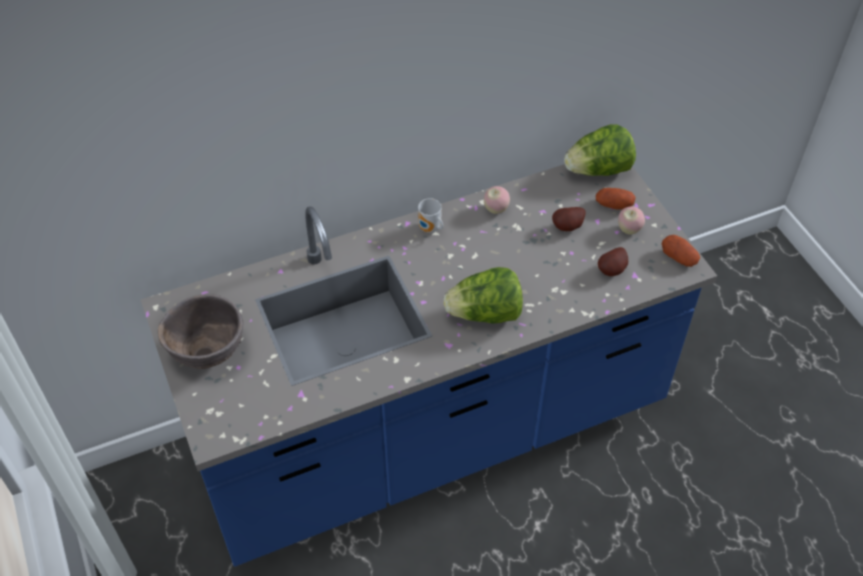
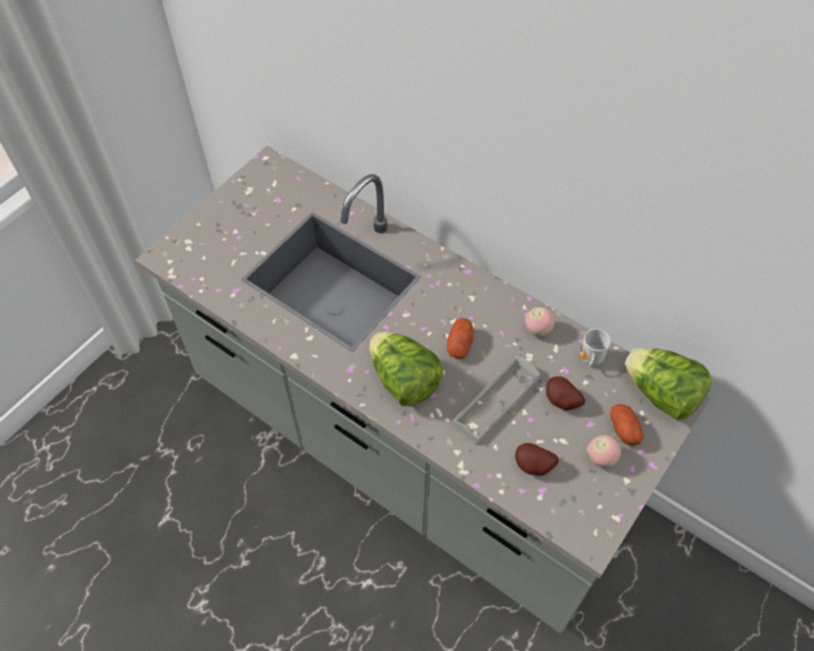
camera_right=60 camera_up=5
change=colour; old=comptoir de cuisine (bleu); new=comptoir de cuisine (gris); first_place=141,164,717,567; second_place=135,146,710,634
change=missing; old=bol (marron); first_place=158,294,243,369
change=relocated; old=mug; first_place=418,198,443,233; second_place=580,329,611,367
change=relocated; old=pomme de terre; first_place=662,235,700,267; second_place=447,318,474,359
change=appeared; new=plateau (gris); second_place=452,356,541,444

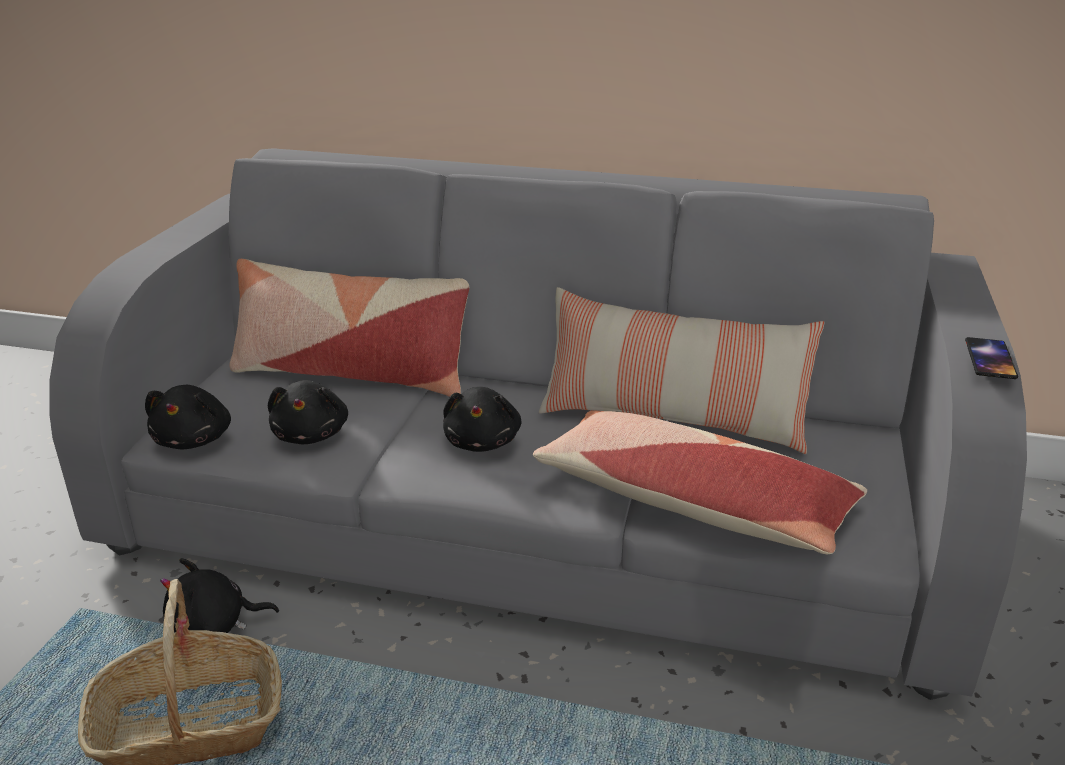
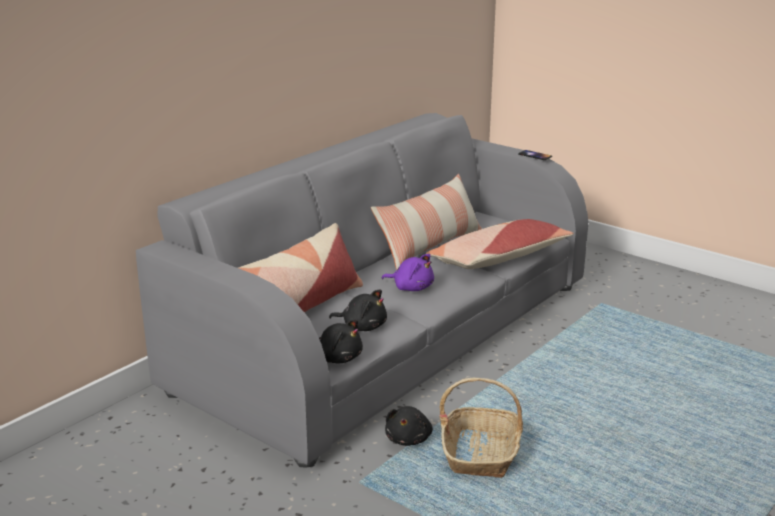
camera_right=-65 camera_up=-5
change=colour; old=peluche (noir); new=peluche (violet); first_place=443,387,521,452; second_place=382,254,434,291

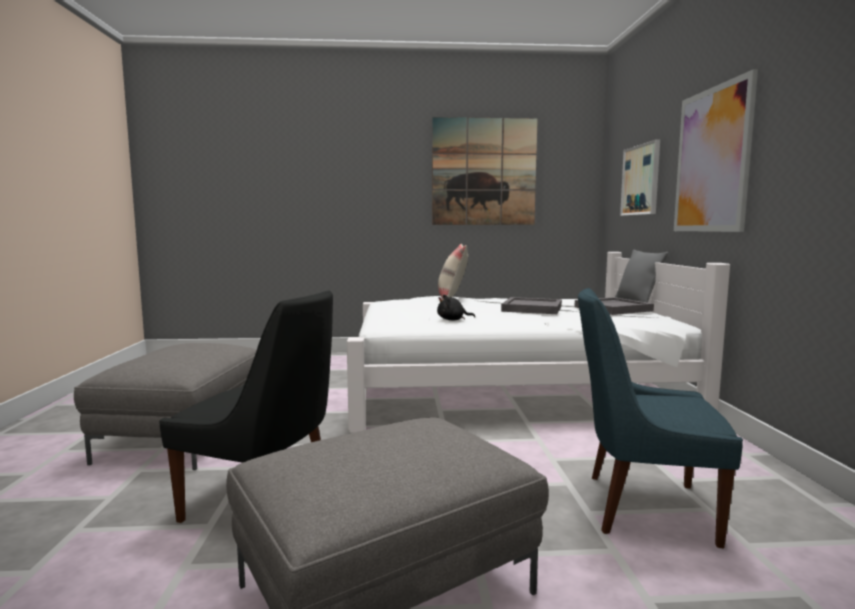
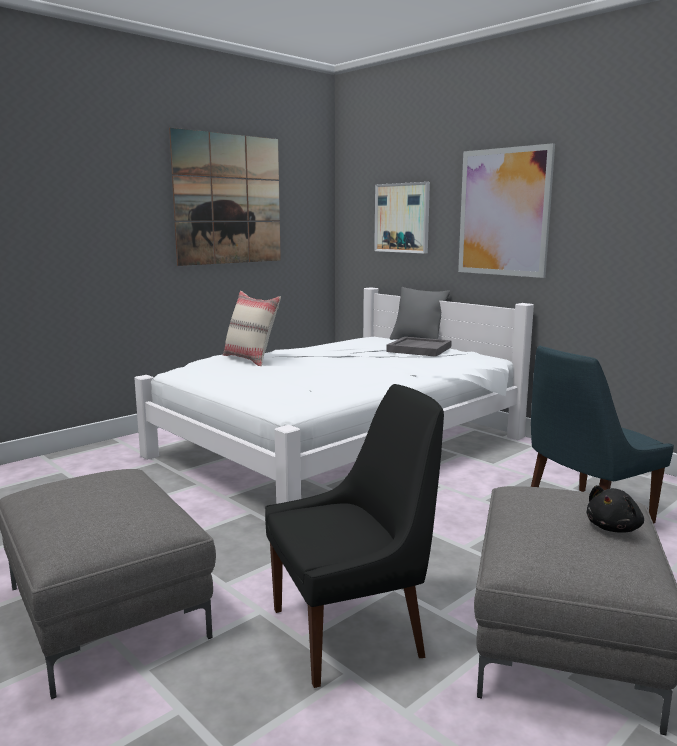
camera_right=-40 camera_up=5
change=relocated; old=peluche (noir); first_place=437,295,475,320; second_place=586,485,644,533
change=missing; old=plateau (gris); first_place=501,297,562,314

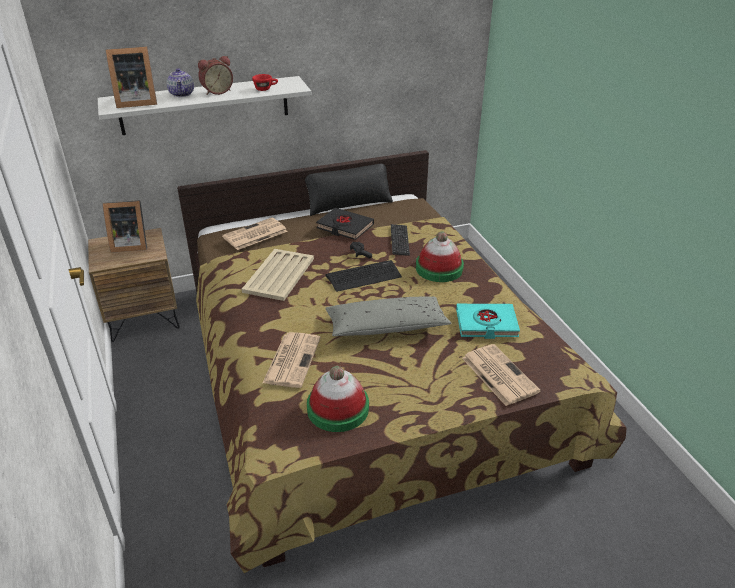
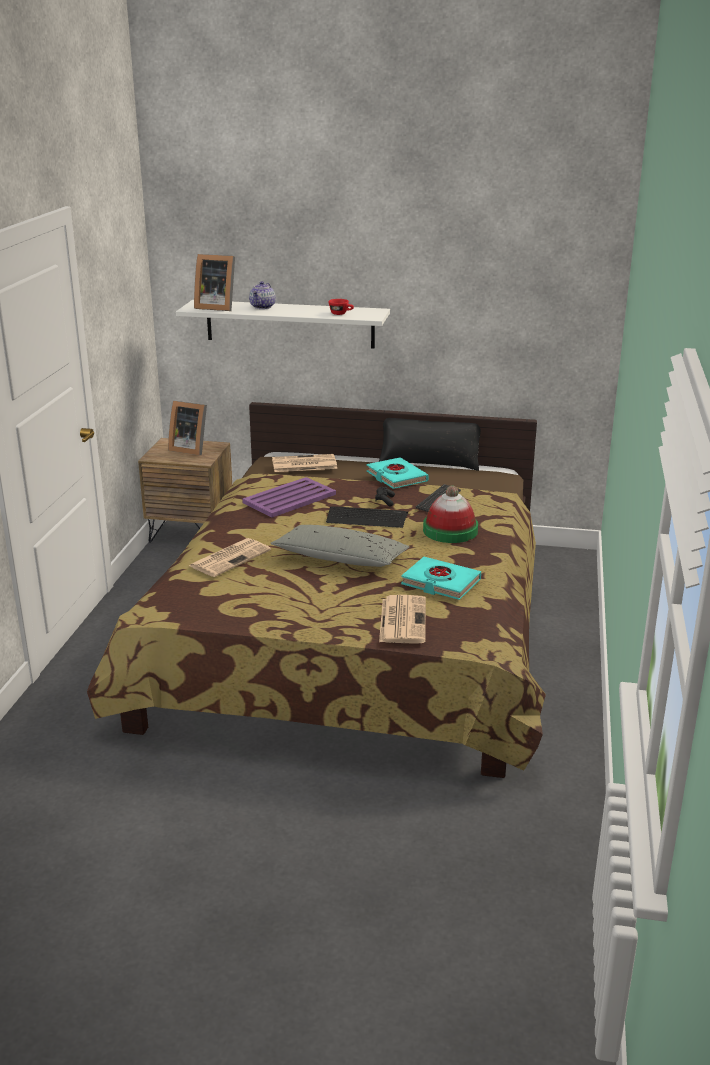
camera_right=30 camera_up=-10
change=missing; old=réveil; first_place=198,56,233,95
change=colour; old=plateau (beige); new=plateau (violet); first_place=242,249,314,301; second_place=242,477,336,518
change=missing; old=chapeau; first_place=307,366,369,432
change=colour; old=livre (noir); new=livre (turquoise); first_place=316,208,374,240; second_place=367,457,429,489

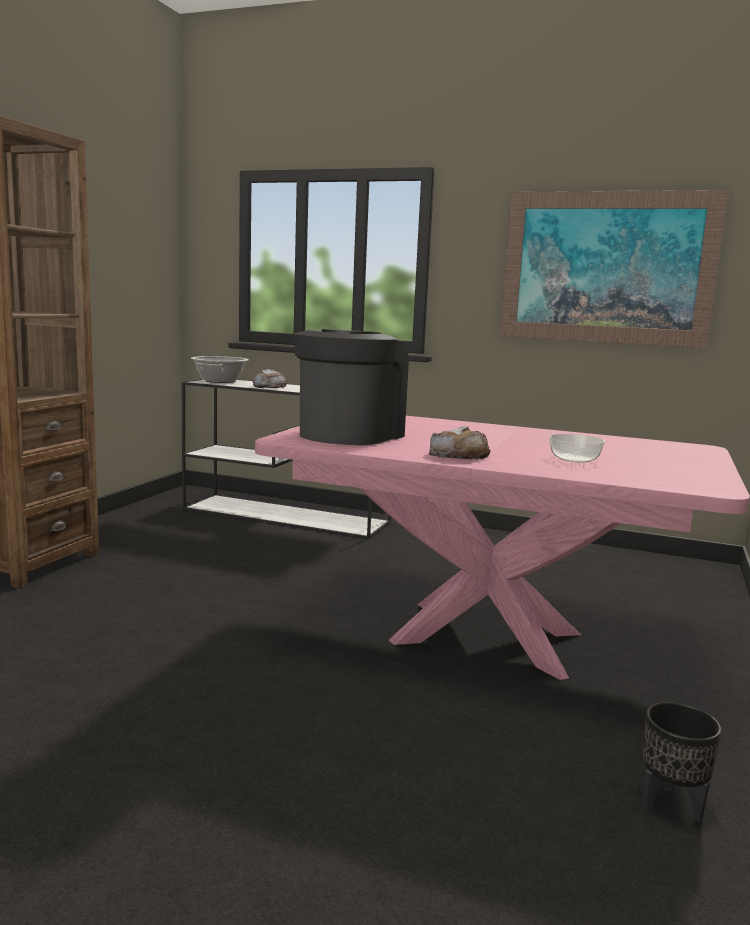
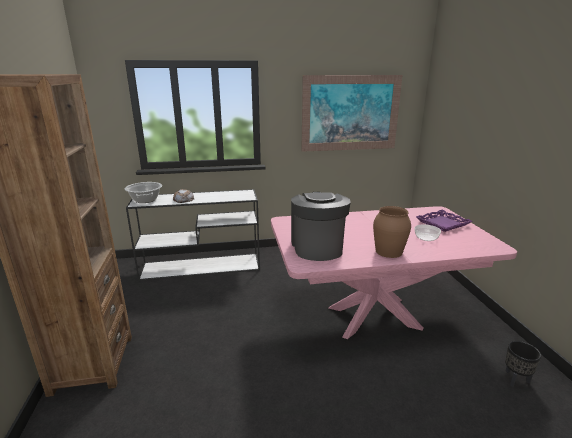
camera_right=-30 camera_up=10
change=exchanged; old=pain; new=vase (marron); first_place=429,426,490,460; second_place=373,206,411,258
change=appeared; new=plateau (violet); second_place=416,210,472,232

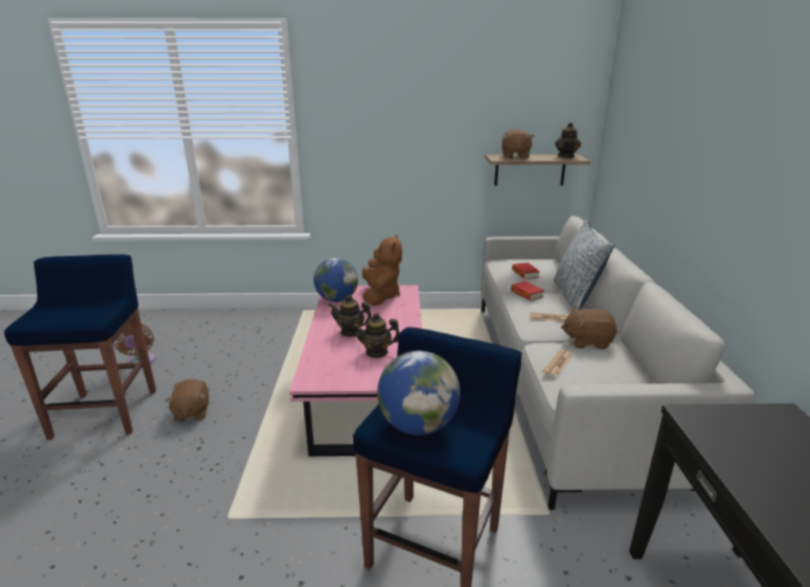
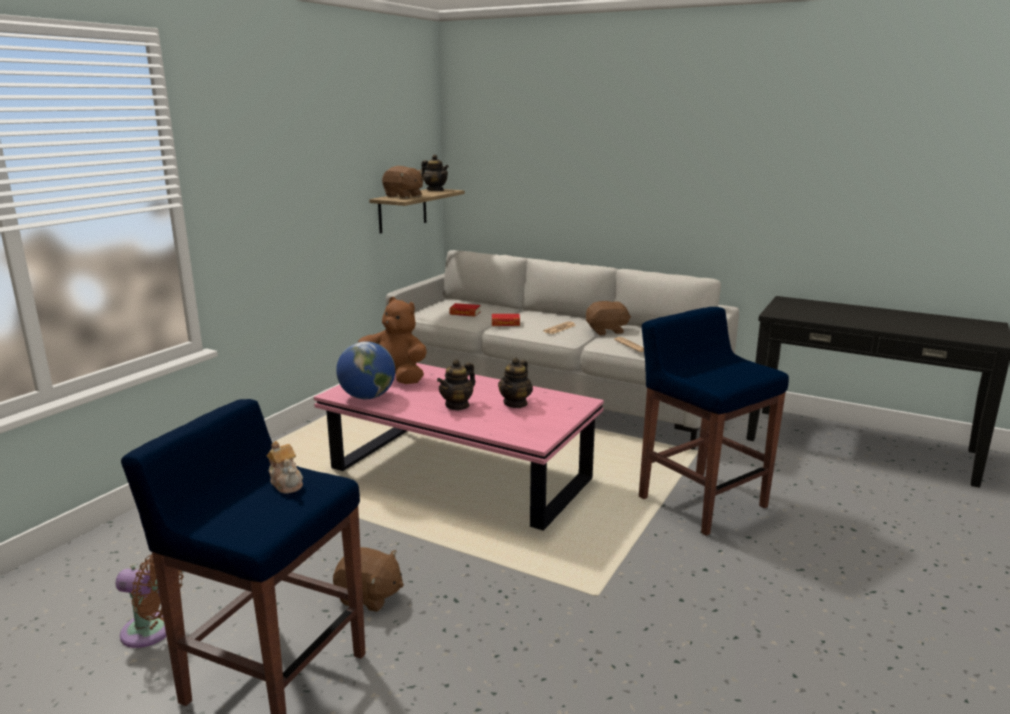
camera_right=-60 camera_up=-5
change=missing; old=globe; first_place=377,351,460,435
change=missing; old=coussin; first_place=554,220,615,310
change=spun; old=peluche (marron); first_place=561,307,617,349; second_place=586,301,631,335; degrees=-135
change=appeared; new=théière; second_place=266,441,303,494

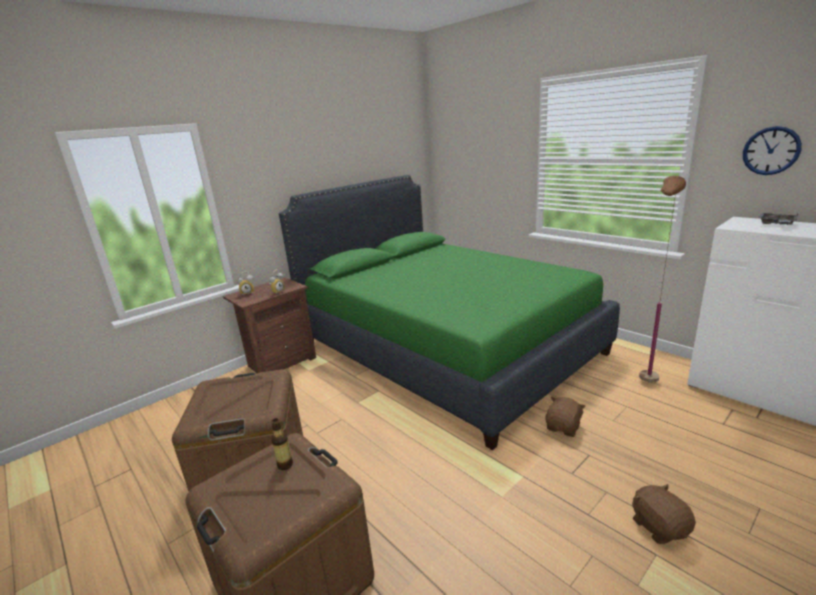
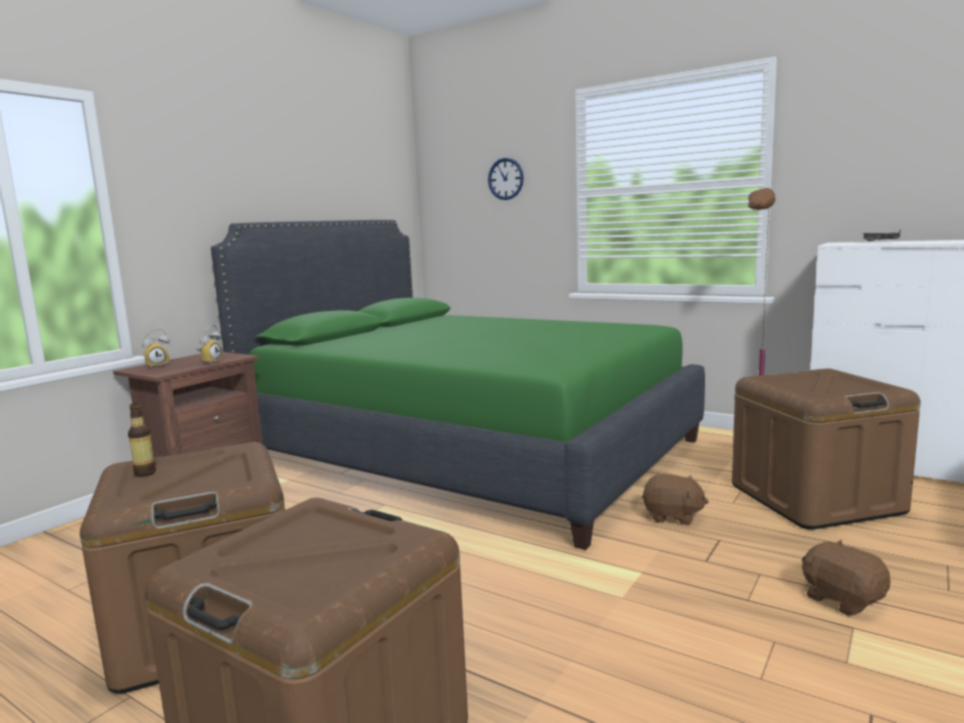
camera_right=-15 camera_up=-10
change=relocated; old=bouteille; first_place=271,418,293,470; second_place=128,403,156,477
change=spun; old=peluche (marron); first_place=545,396,586,437; second_place=642,474,709,525; degrees=90
change=relocated; old=horloge murale; first_place=743,126,802,175; second_place=488,158,524,200
change=appeared; new=boîte de rangement (marron); second_place=732,368,921,530

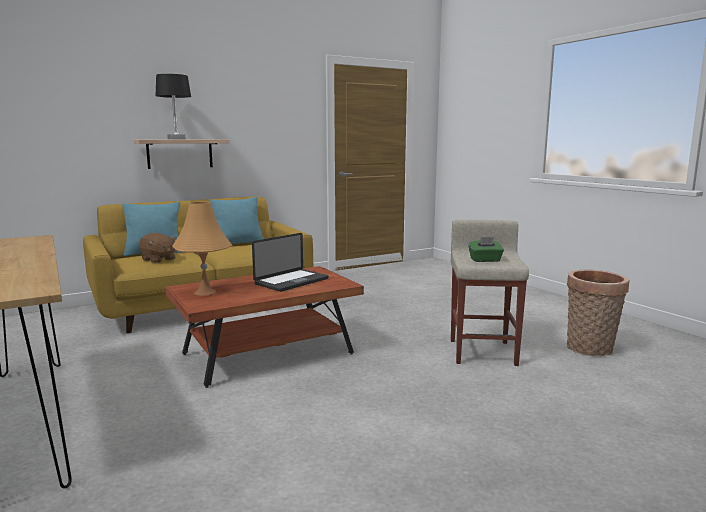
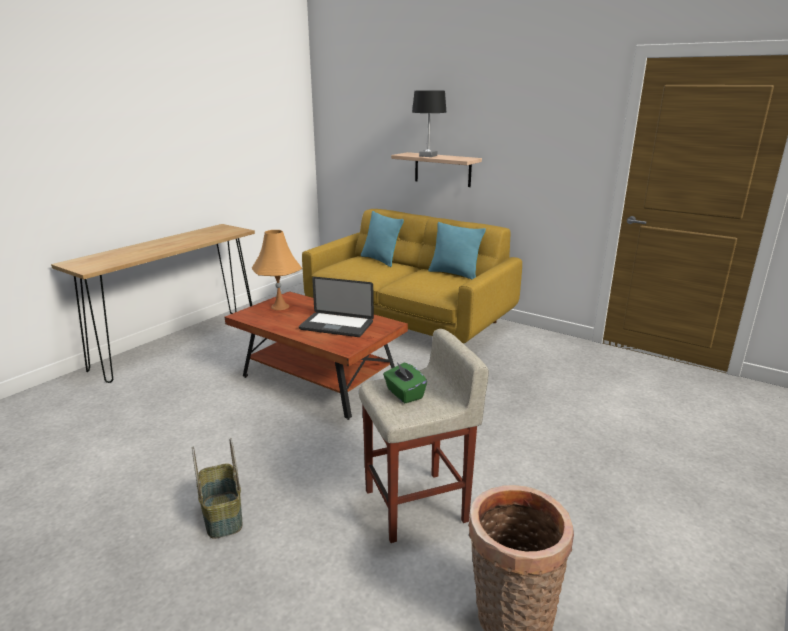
camera_right=65 camera_up=10
change=missing; old=peluche (marron); first_place=139,233,177,263
change=appeared; new=panier; second_place=192,438,243,539

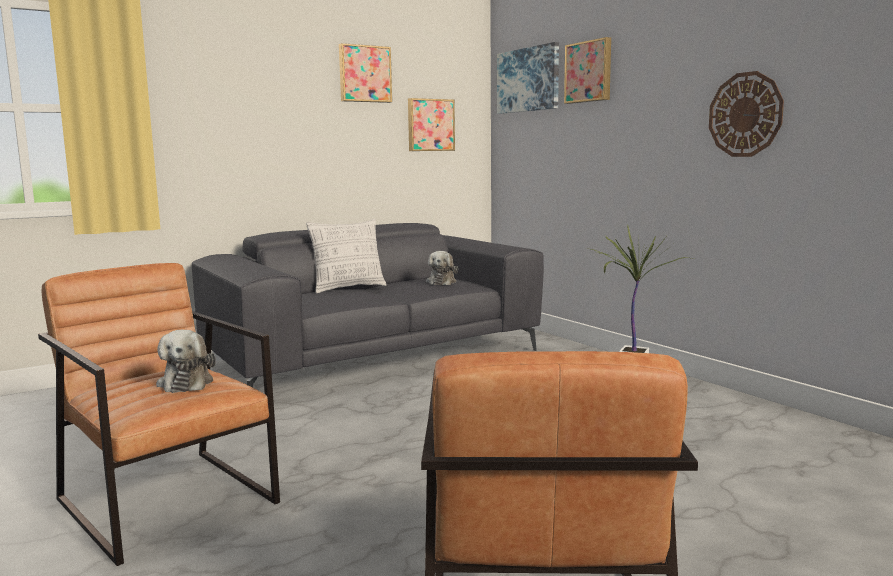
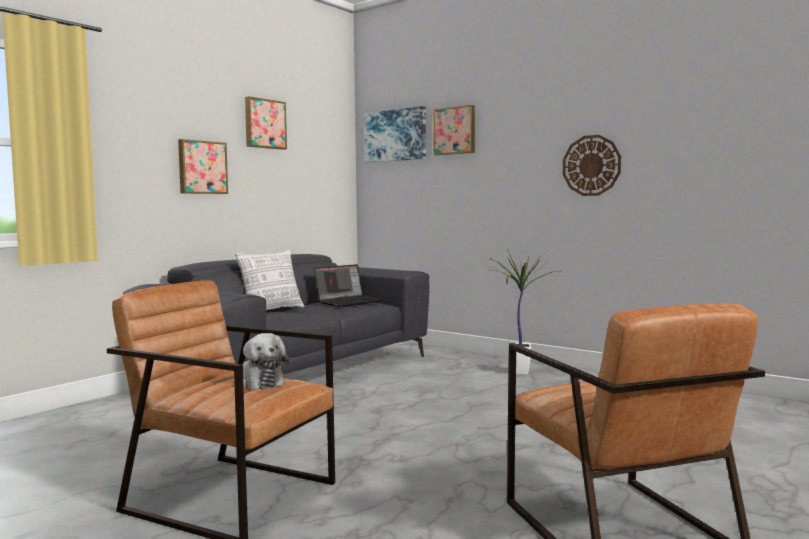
camera_right=-20 camera_up=-5
change=relocated; old=tableau; first_place=408,98,455,151; second_place=178,139,228,194
change=exchanged; old=peluche; new=ordinateur portable; first_place=426,251,458,285; second_place=314,264,383,307

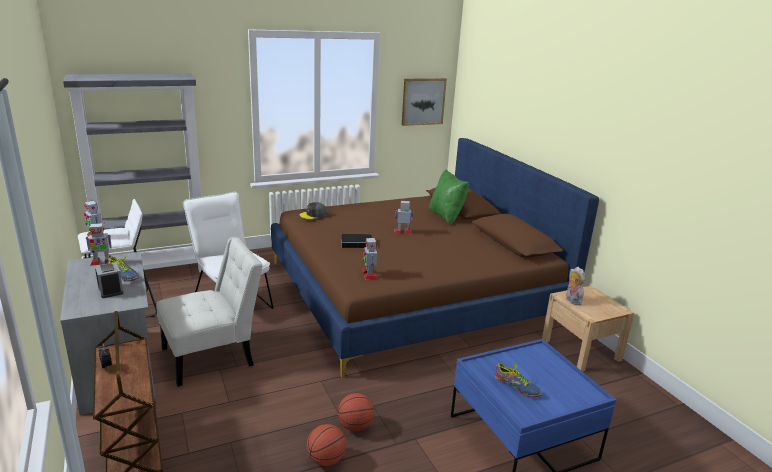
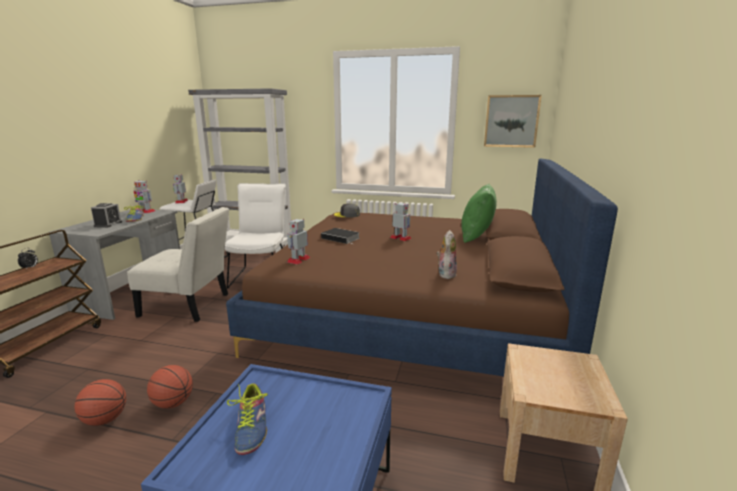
camera_right=40 camera_up=-5
change=relocated; old=peluche; first_place=566,267,585,305; second_place=437,230,457,279

